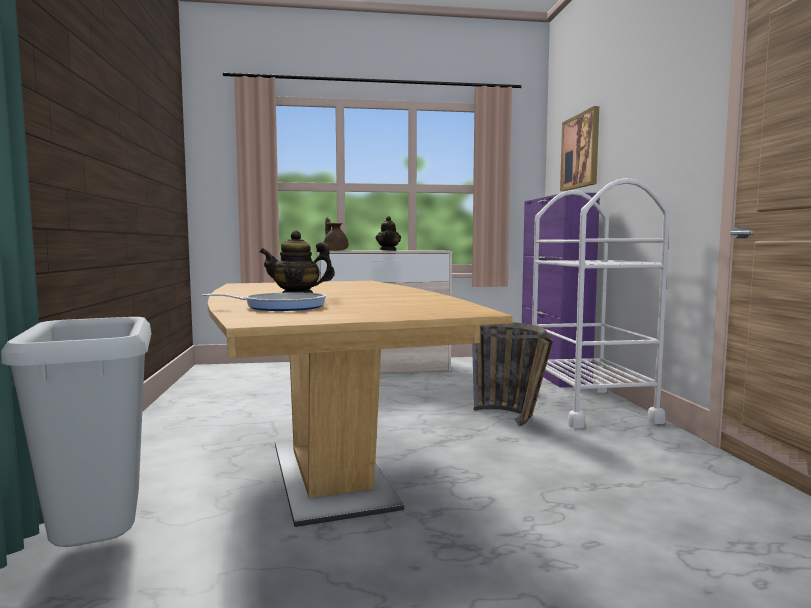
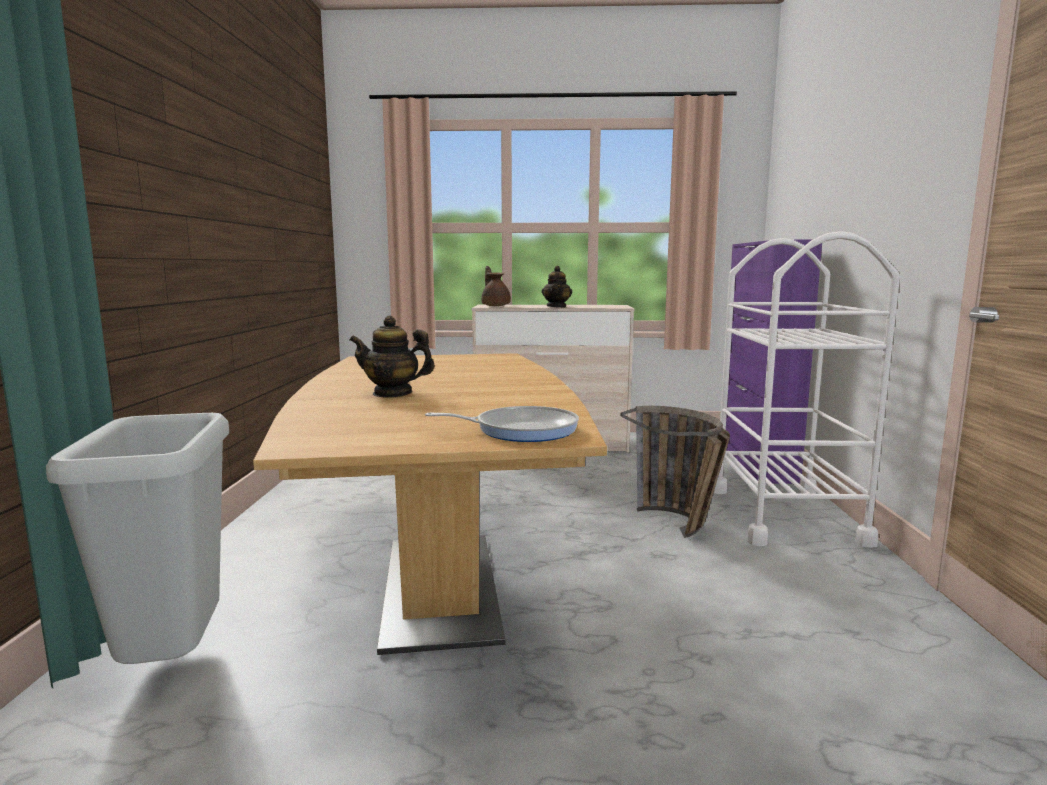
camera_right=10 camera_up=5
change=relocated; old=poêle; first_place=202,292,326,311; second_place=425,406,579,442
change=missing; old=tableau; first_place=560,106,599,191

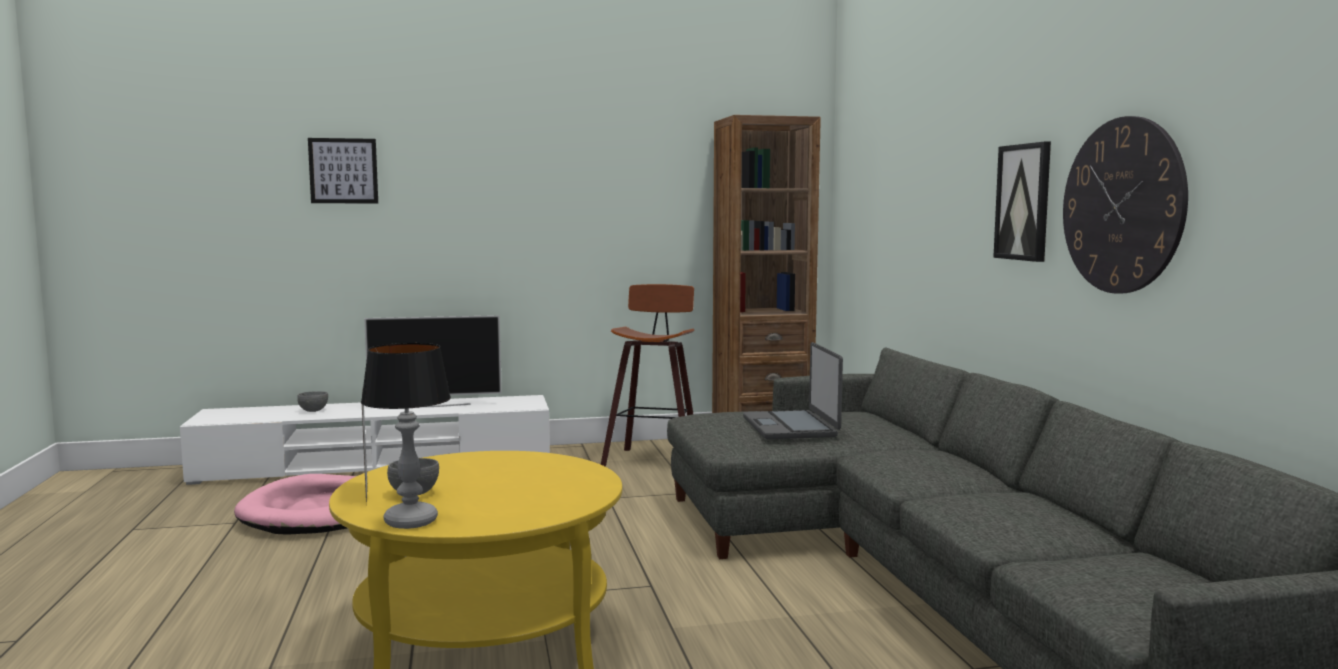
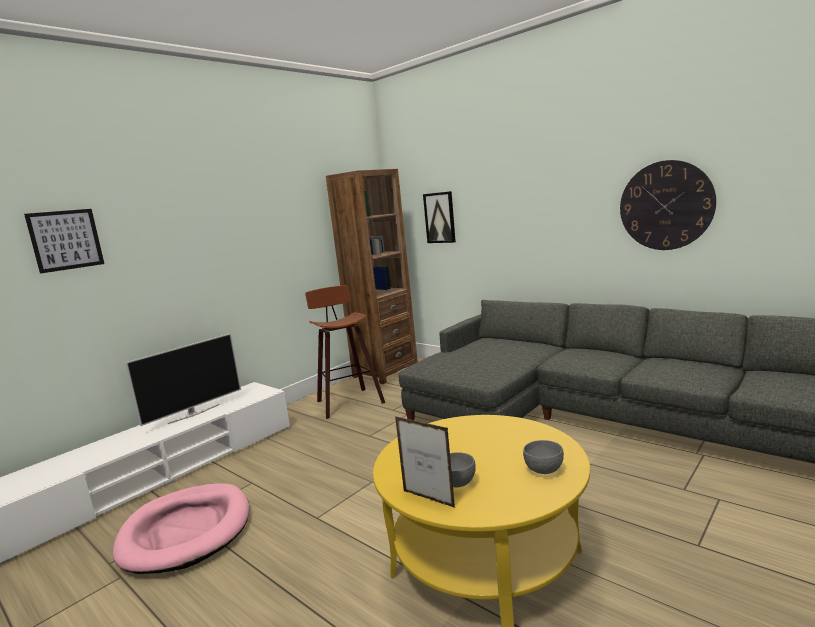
camera_right=-35 camera_up=5
change=relocated; old=bol (gris); first_place=297,391,328,412; second_place=523,440,564,474
change=missing; old=lampe de table; first_place=361,343,451,529
change=missing; old=ordinateur portable; first_place=743,342,843,439
change=relocated; old=tableau; first_place=993,142,1051,262; second_place=423,191,456,243

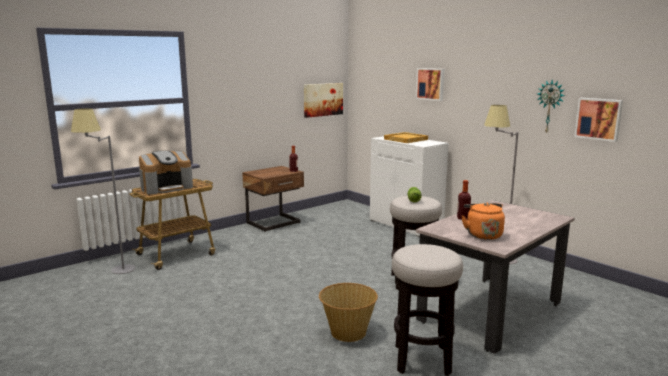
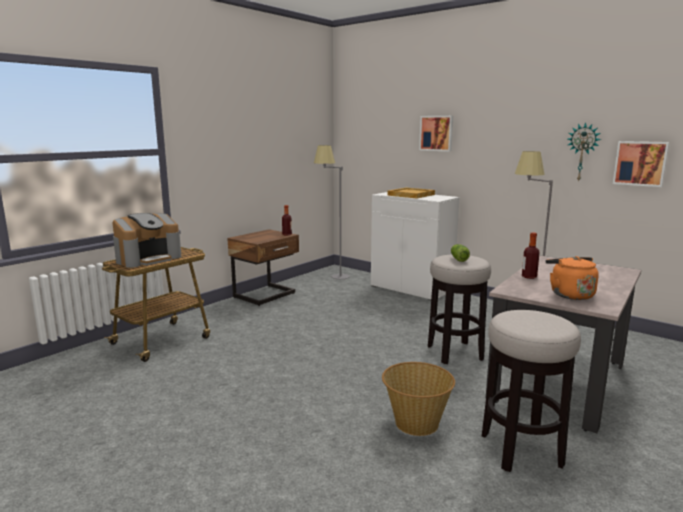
camera_right=-10 camera_up=0
change=relocated; old=lampadaire (gris); first_place=71,108,136,274; second_place=314,145,350,279
change=missing; old=tableau; first_place=304,83,343,118

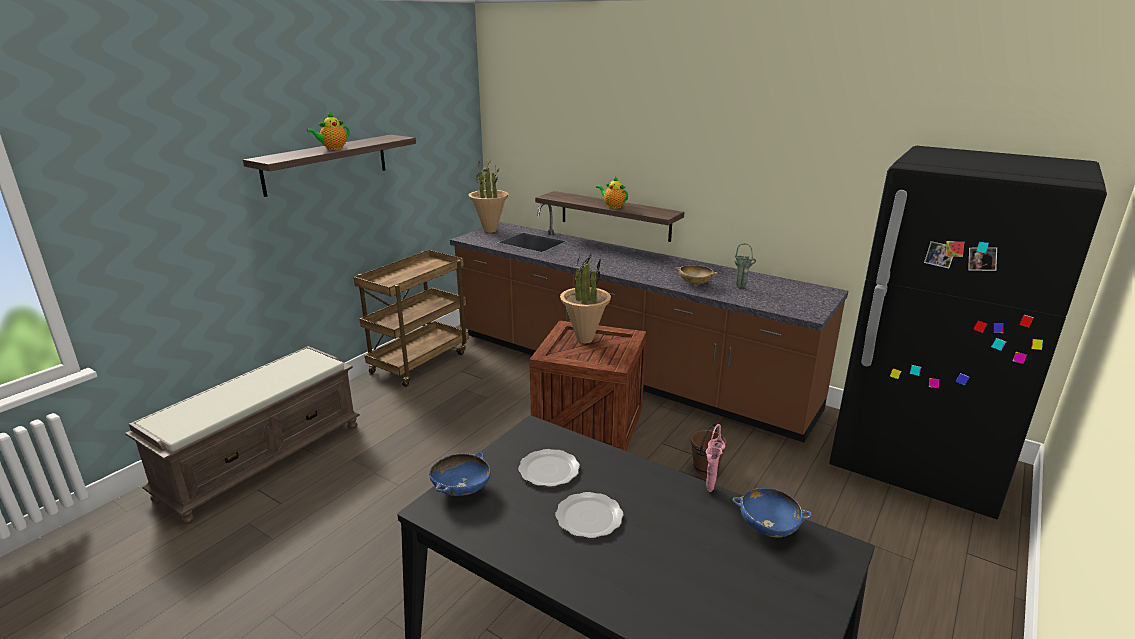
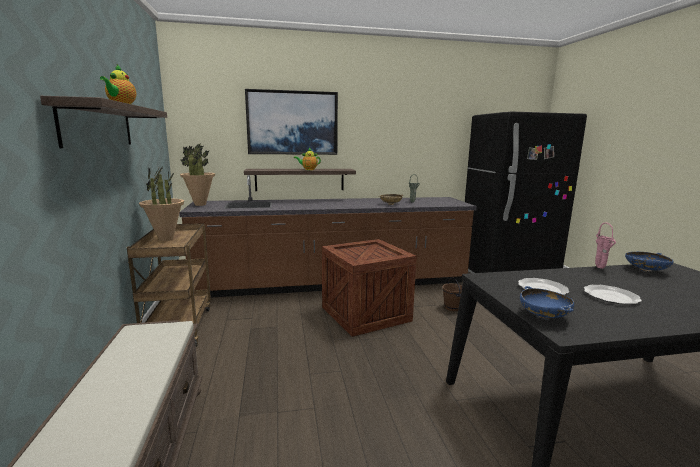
camera_right=-45 camera_up=-10
change=relocated; old=plante en pot; first_place=560,251,611,343; second_place=139,166,185,241
change=appeared; new=tableau; second_place=245,89,338,155

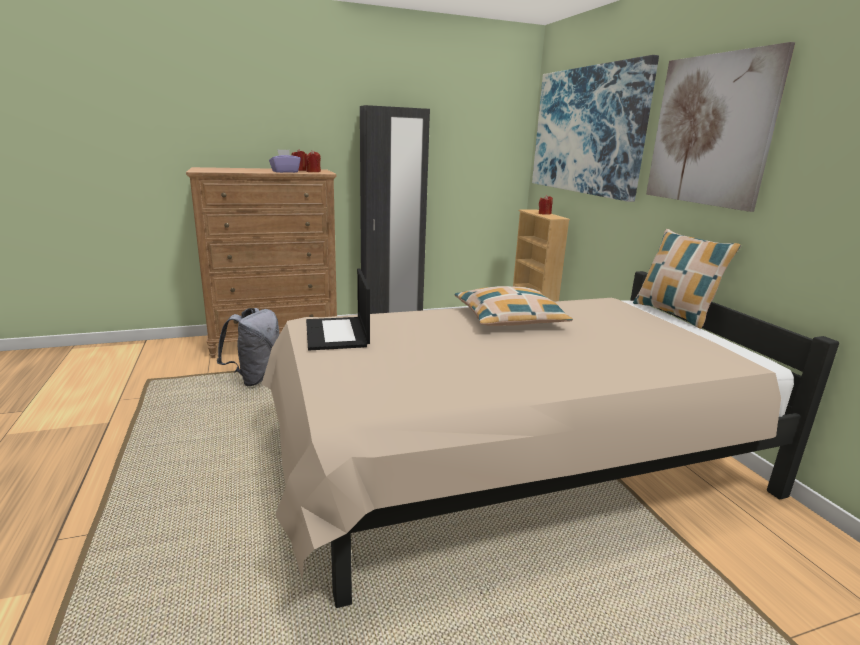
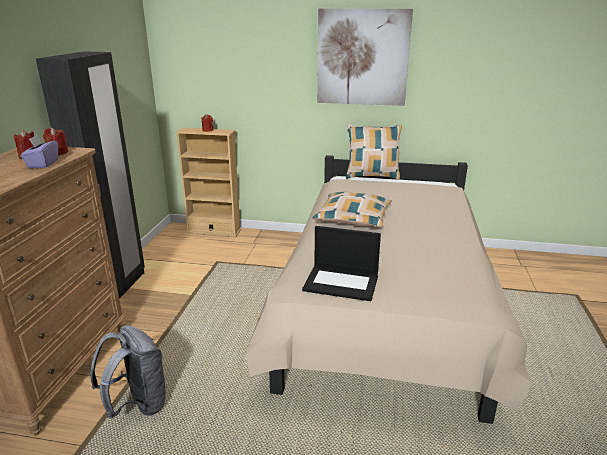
camera_right=-60 camera_up=5
change=missing; old=tableau; first_place=532,55,659,202

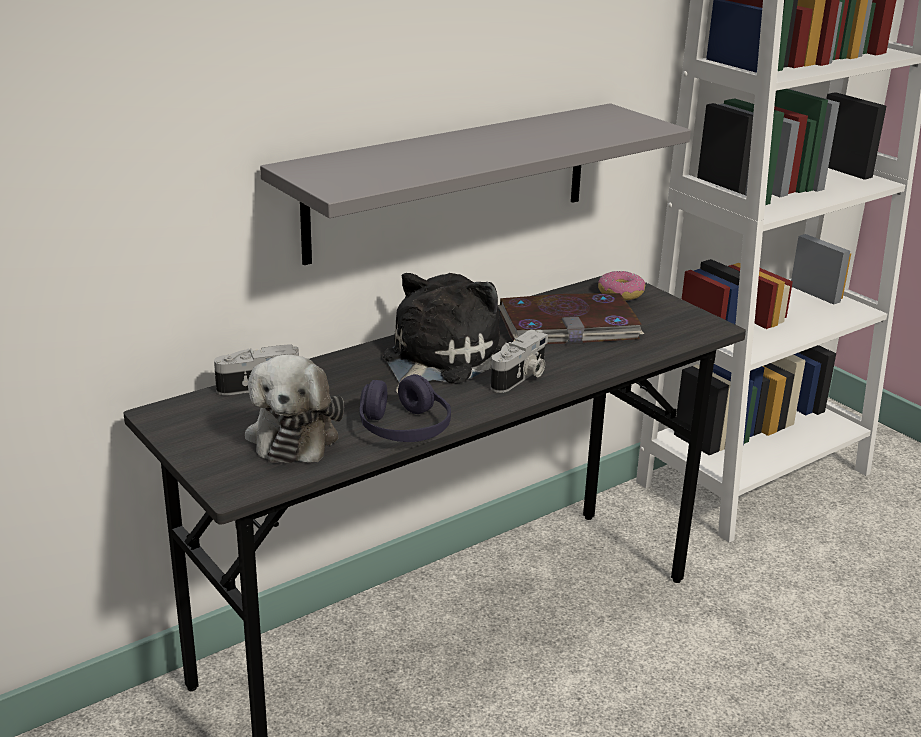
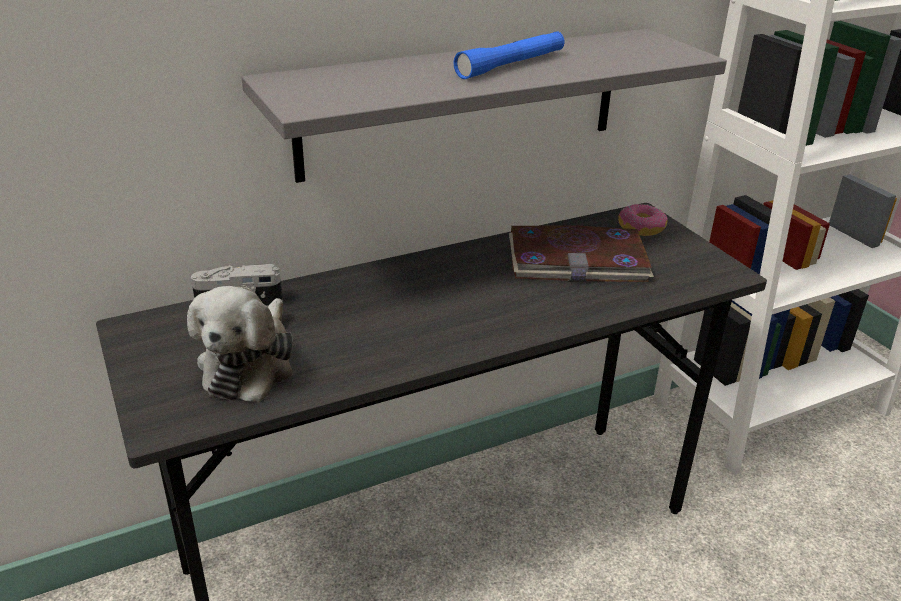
camera_right=10 camera_up=5
change=missing; old=casque audio (violet); first_place=360,374,451,442
change=missing; old=peluche; first_place=383,273,502,393
change=missing; old=appareil photo; first_place=491,329,548,393
change=appeared; new=lampe de poche (bleu); second_place=454,31,564,79

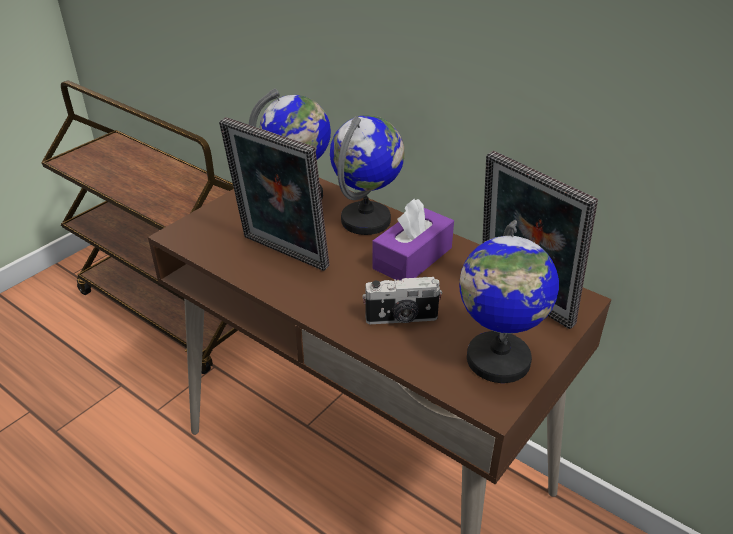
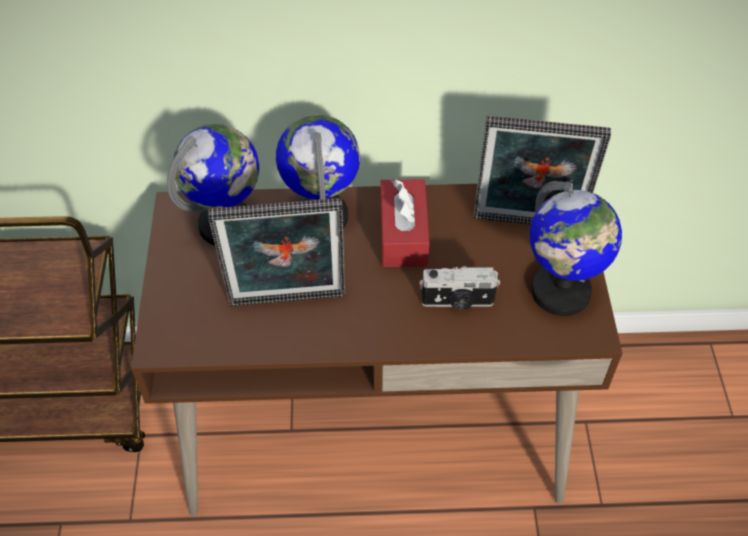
camera_right=-40 camera_up=15
change=spun; old=appareil photo; first_place=362,277,442,324; second_place=420,266,500,310; degrees=45
change=colour; old=boîte à mouchoirs (violet); new=boîte à mouchoirs (rouge); first_place=372,199,454,280; second_place=380,179,430,267

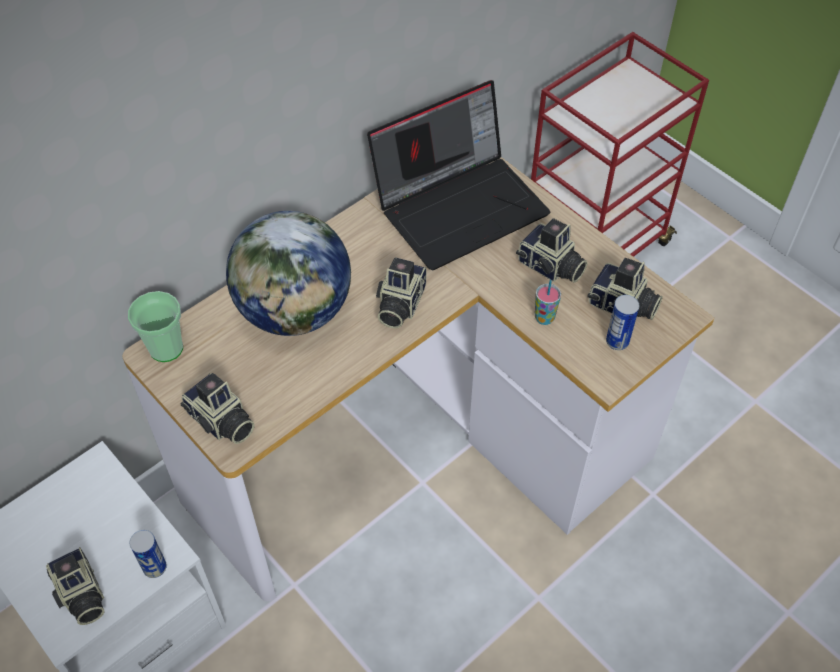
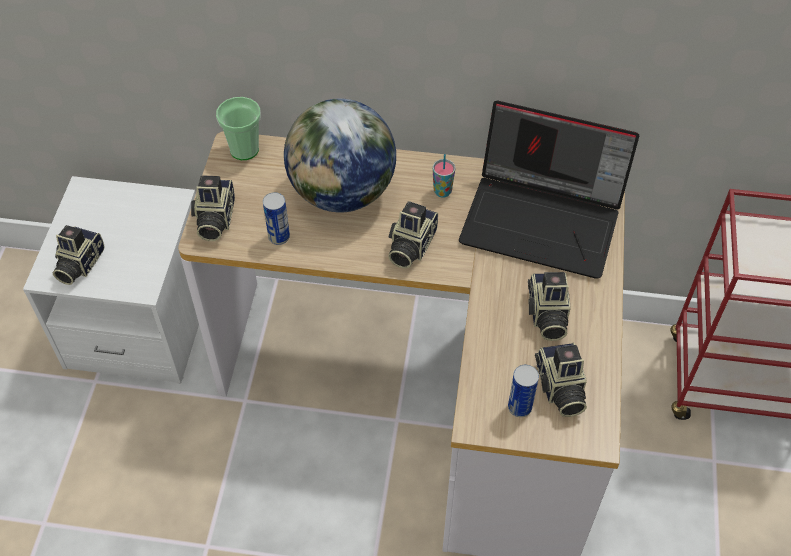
camera_right=50 camera_up=0
change=relocated; old=boîte métallique; first_place=129,530,167,578; second_place=263,192,290,245
change=spun; old=appareil photo; first_place=376,257,426,329; second_place=388,201,438,268; degrees=-45
change=relocated; old=tasse; first_place=535,280,561,325; second_place=433,154,456,198

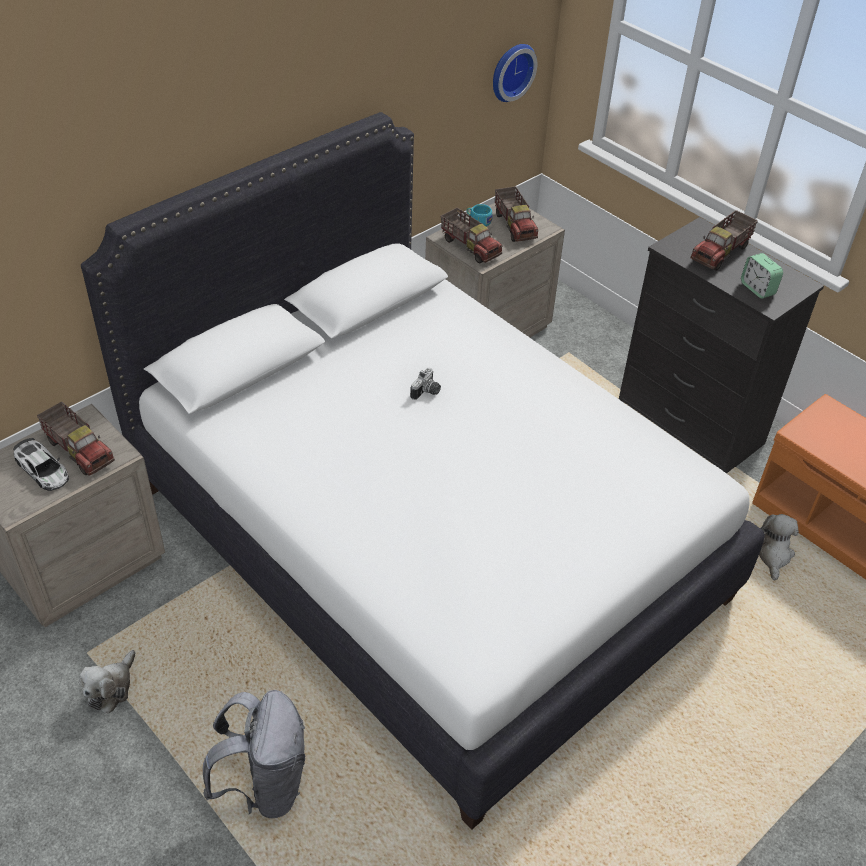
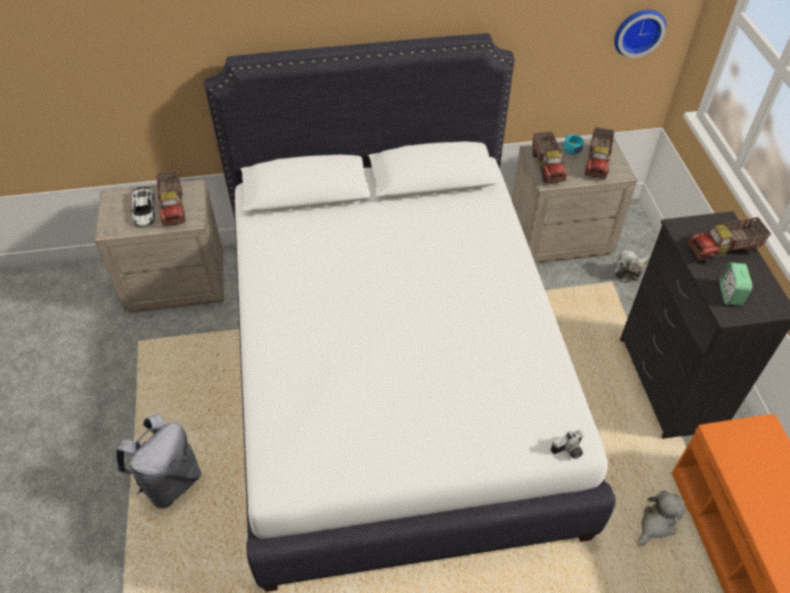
camera_right=35 camera_up=5
change=relocated; old=peluche; first_place=79,650,135,714; second_place=614,250,651,283
change=relocated; old=appareil photo; first_place=410,368,441,400; second_place=551,430,583,459

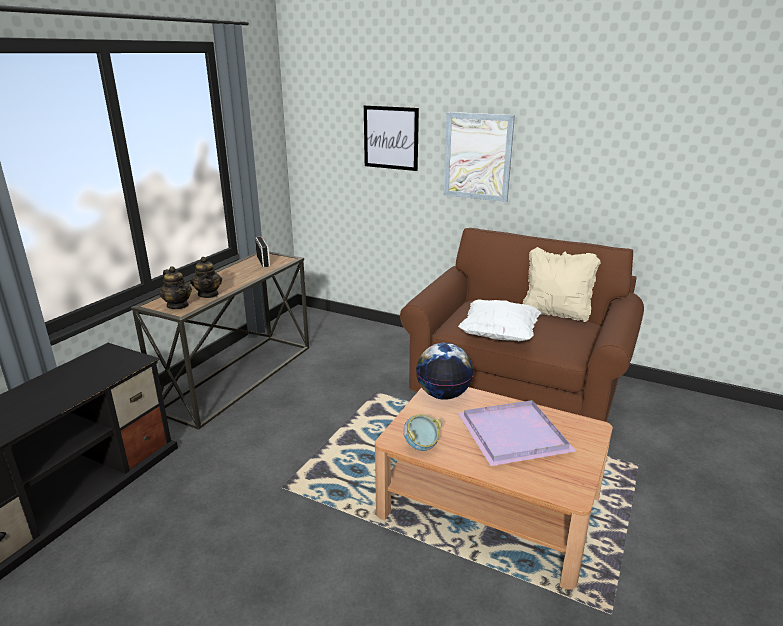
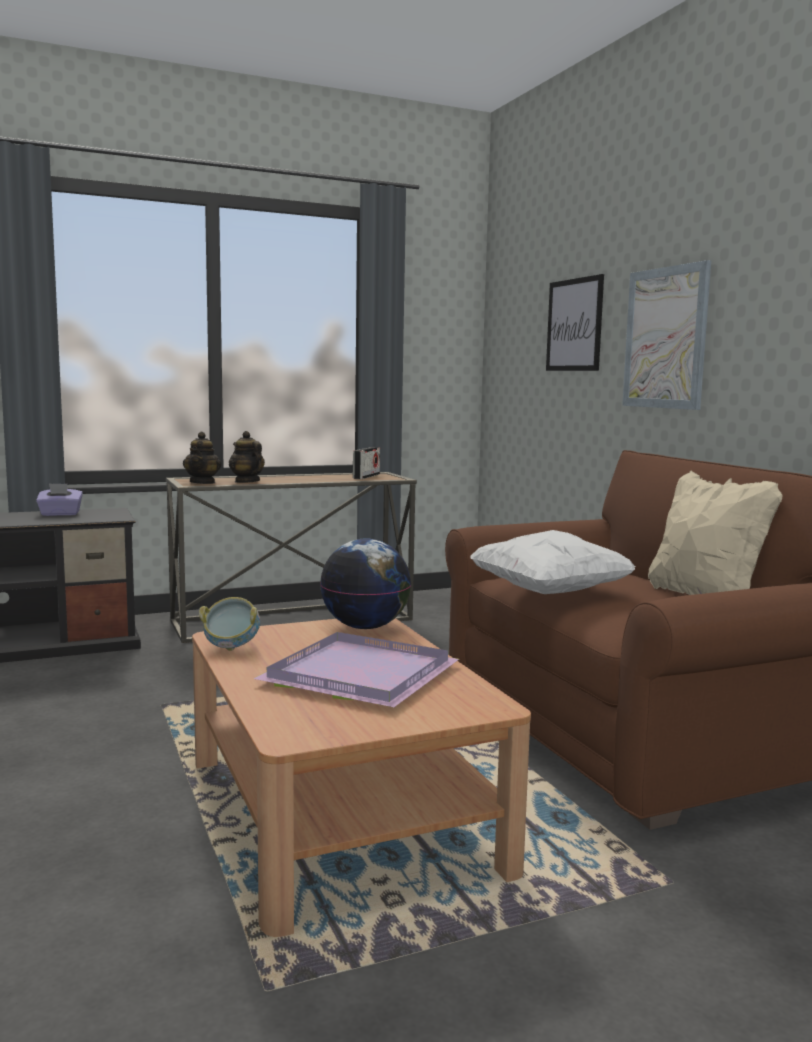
camera_right=40 camera_up=-15
change=spun; old=théière; first_place=190,257,222,298; second_place=229,431,265,483; degrees=120
change=appeared; new=boîte à mouchoirs (violet); second_place=36,483,83,516

